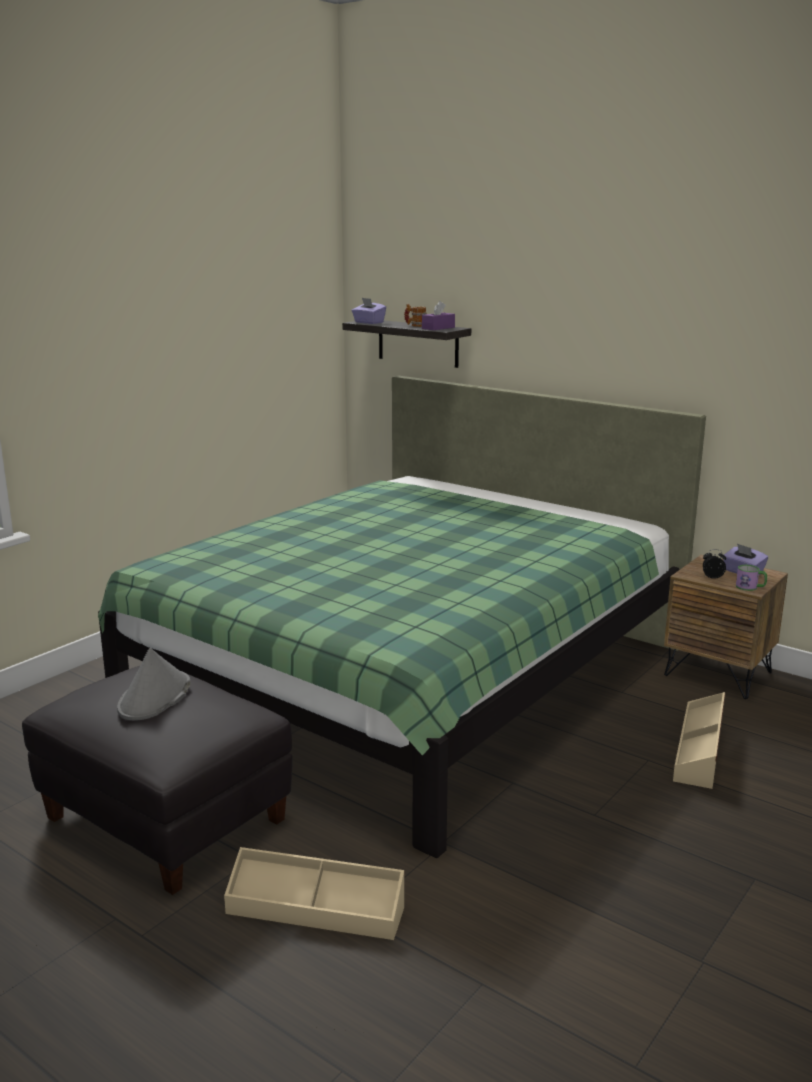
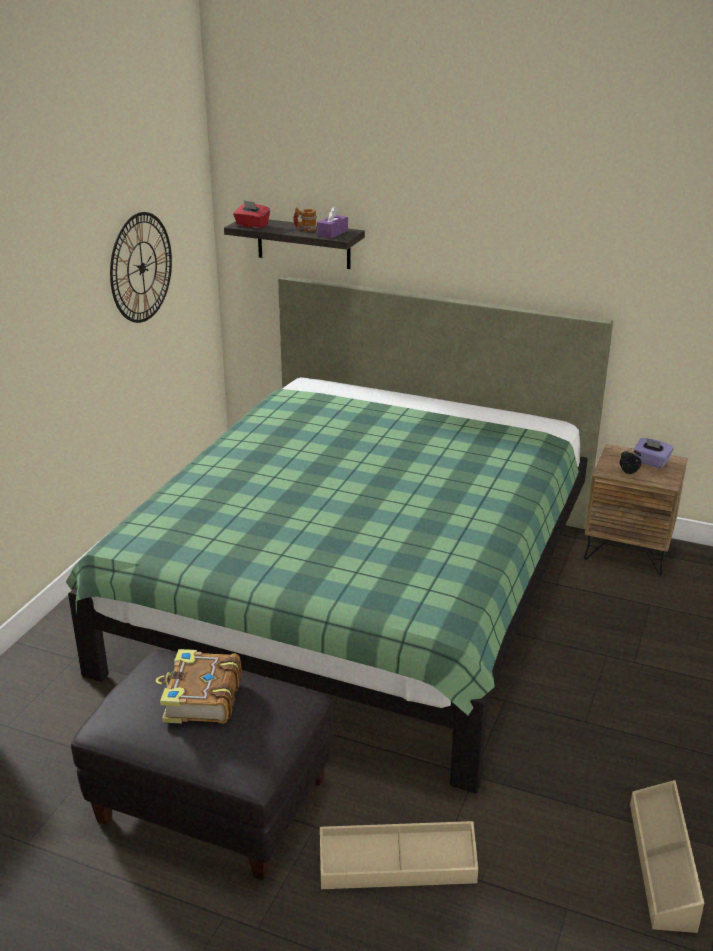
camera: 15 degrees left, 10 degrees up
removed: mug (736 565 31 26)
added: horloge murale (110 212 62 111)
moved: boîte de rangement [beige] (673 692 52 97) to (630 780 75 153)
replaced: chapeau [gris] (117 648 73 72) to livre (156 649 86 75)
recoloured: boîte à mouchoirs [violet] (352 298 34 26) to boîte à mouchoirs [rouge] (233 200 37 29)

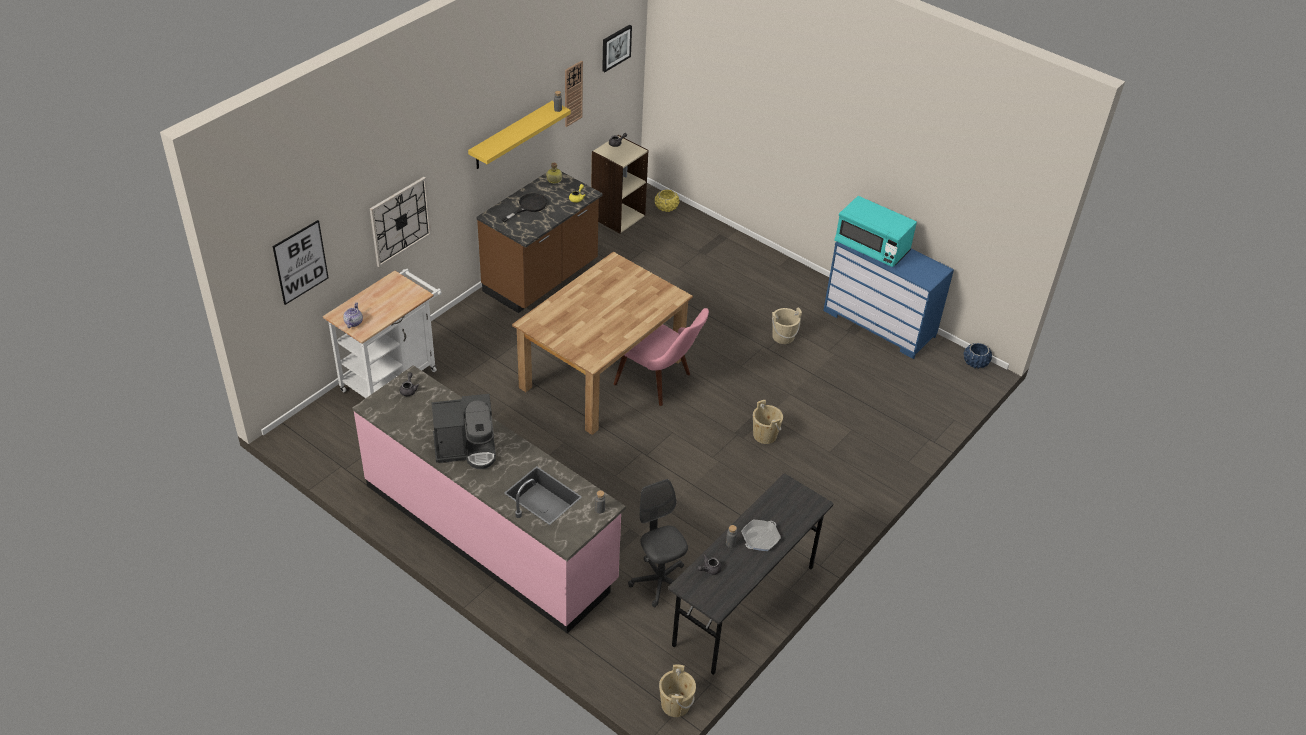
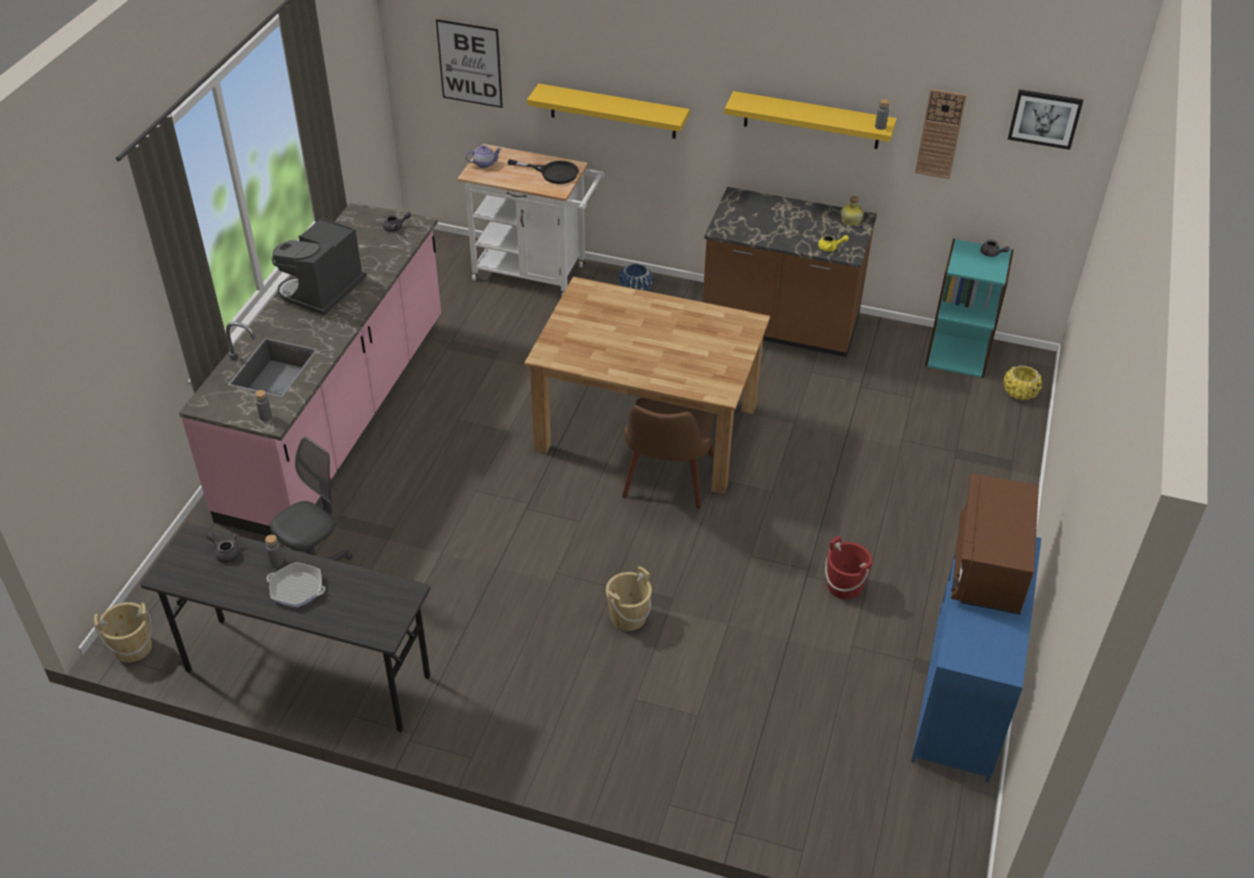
camera: 70 degrees right, 0 degrees up
moved: poêle [noir] (501 193 46 29) to (507 159 72 25); cache-pot [bleu] (964 343 28 25) to (619 263 34 28)
replaced: horloge murale (370 177 61 90) to étagère [jaune] (527 83 163 56)
recoloured: bibliothèque [beige] (591 135 57 98) to bibliothèque [turquoise] (925 239 89 139); chaise [rose] (614 308 95 98) to chaise [marron] (622 398 92 111); seau [beige] (772 307 30 37) to seau [rouge] (825 536 48 64); micro-ondes [turquoise] (834 196 83 71) to micro-ondes [marron] (951 473 88 141)
turned: machine à café (431 394 65 75) = (272 218 95 98) 60 degrees clockwise

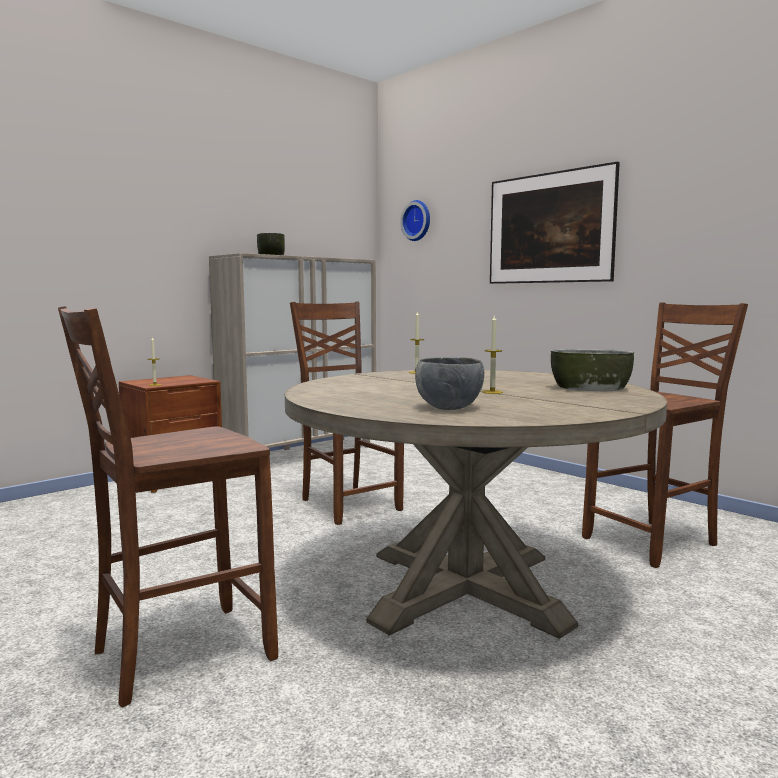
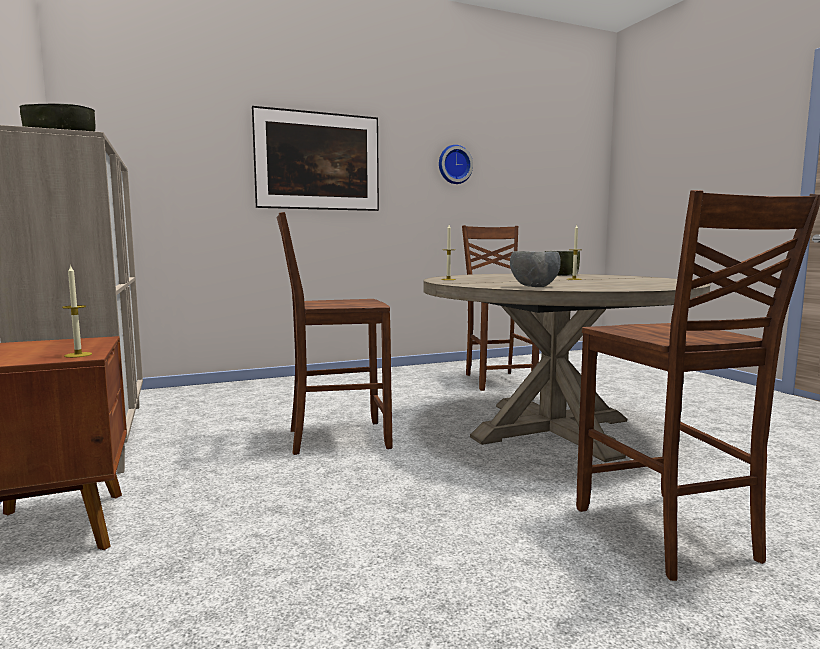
camera: 70 degrees left, 0 degrees up
moved: horloge murale (400 200 30 41) to (439 145 34 39); bol [gris] (415 357 69 53) to (510 251 51 36)

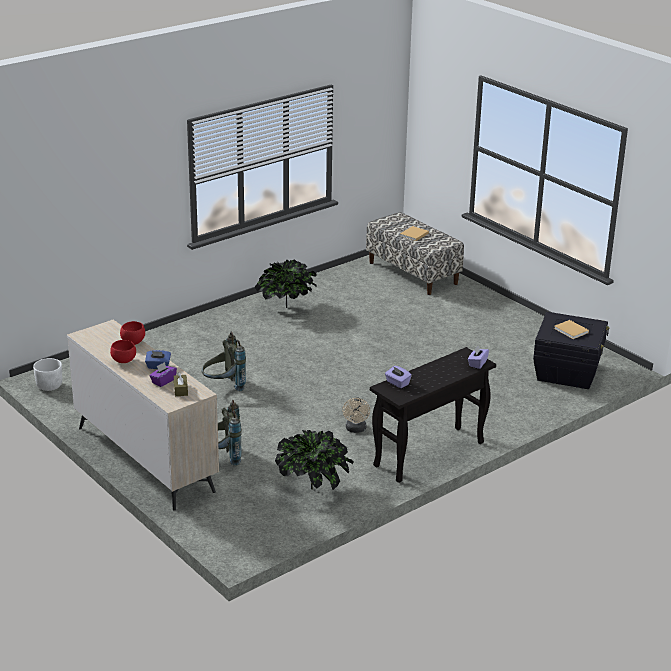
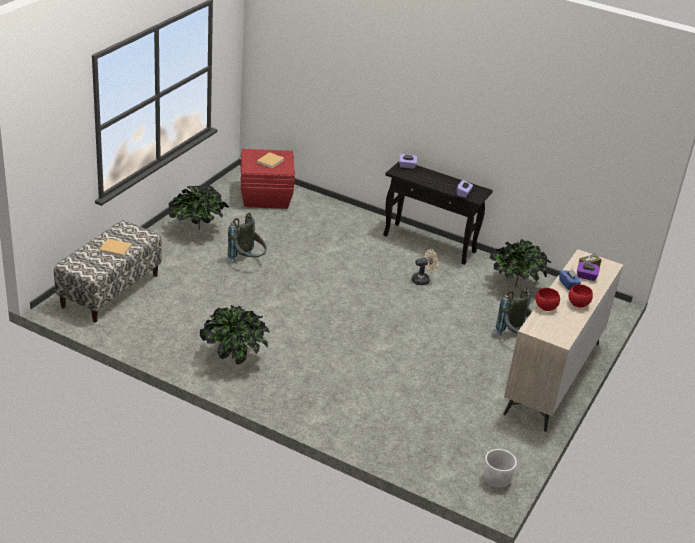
camera: 115 degrees left, 5 degrees up
added: plante en pot (168 185 61 45)
moved: sac à dos [gris] (202 332 44 59) to (226 213 41 49)
recoloured: boîte de rangement [noir] (533 312 77 77) to boîte de rangement [rouge] (240 149 55 60)

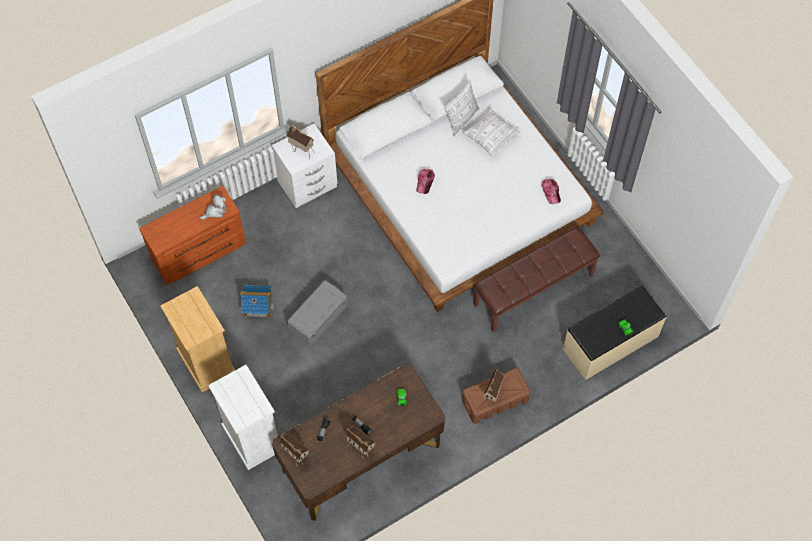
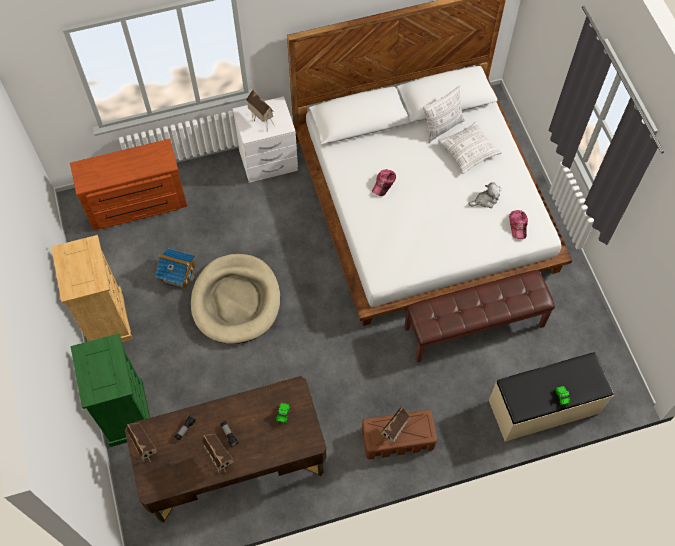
camera: 15 degrees right, 0 degrees up
moved: peluche (200 194 27 26) to (469 183 33 25)
replaced: boîte de rangement [gris] (287 280 61 66) to panier pour chien [beige] (191 254 89 90)
recoloured: commode [blanc] (208 365 70 105) to commode [vert] (70 333 80 114)

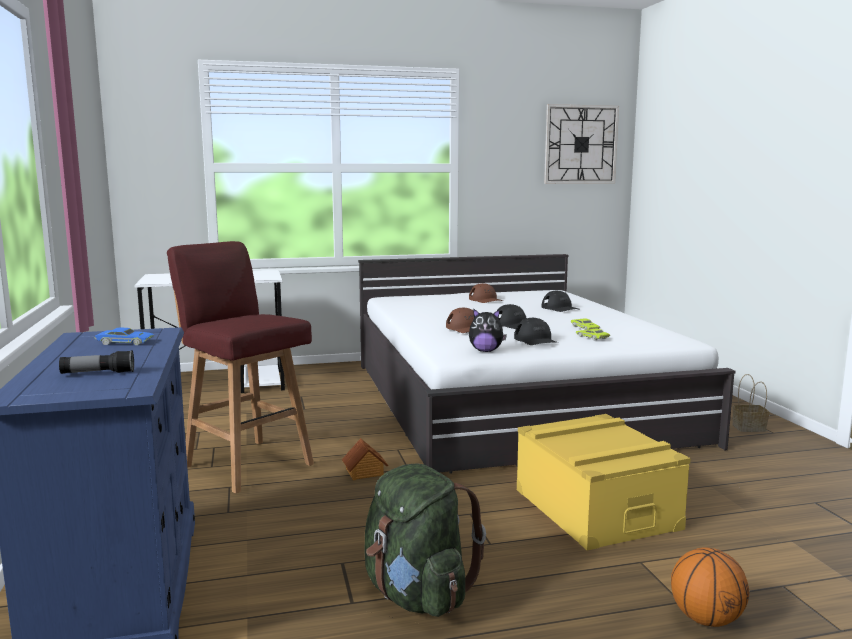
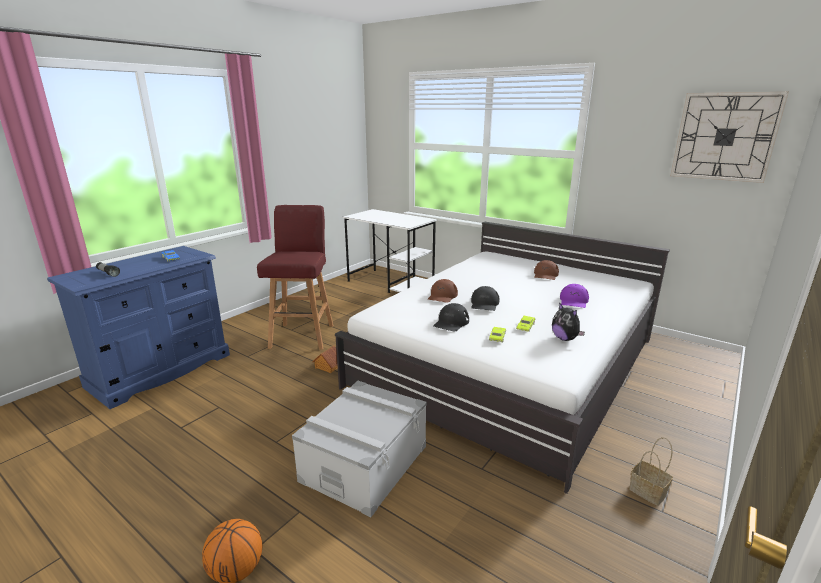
camera: 50 degrees right, 10 degrees up
removed: sac à dos [vert] (365 463 121 154)
moved: peluche (469 308 38 44) to (552 302 33 39)
recoloured: boîte de rangement [jaune] (517 414 174 136) to boîte de rangement [gris] (292 381 135 136); casquette [noir] (542 290 38 22) to casquette [violet] (560 284 29 24)

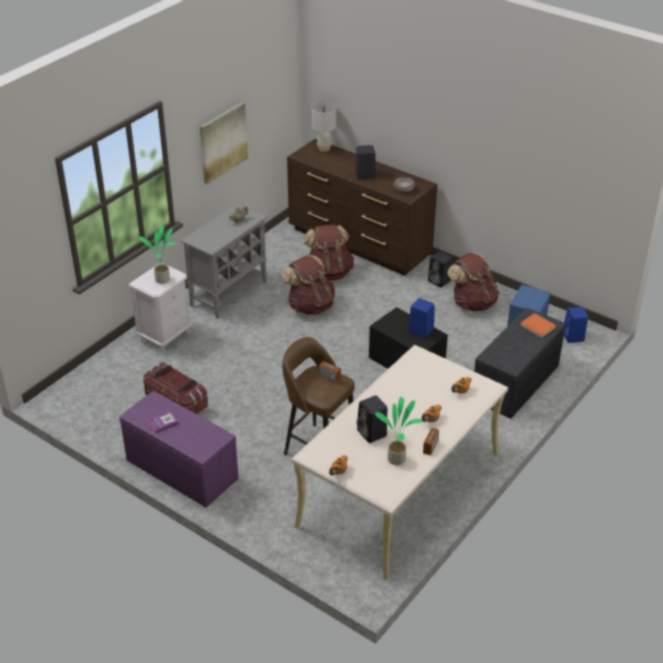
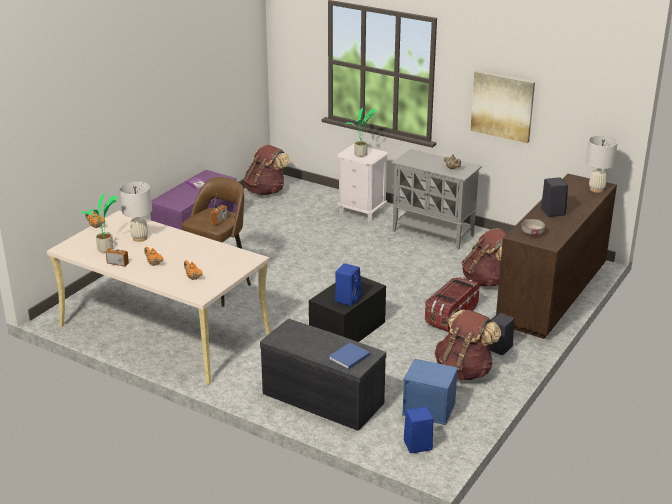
camera: 85 degrees right, 10 degrees down
moved: boîte de rangement (143 362 65 52) to (425 277 55 55); sac à dos [marron] (281 255 54 60) to (244 145 46 50)
replaced: enceinte [noir] (357 395 31 48) to lampe de table [blanc] (120 181 32 61)
recoloured: livre [orange] (521 313 35 25) to livre [bleu] (329 343 41 26)

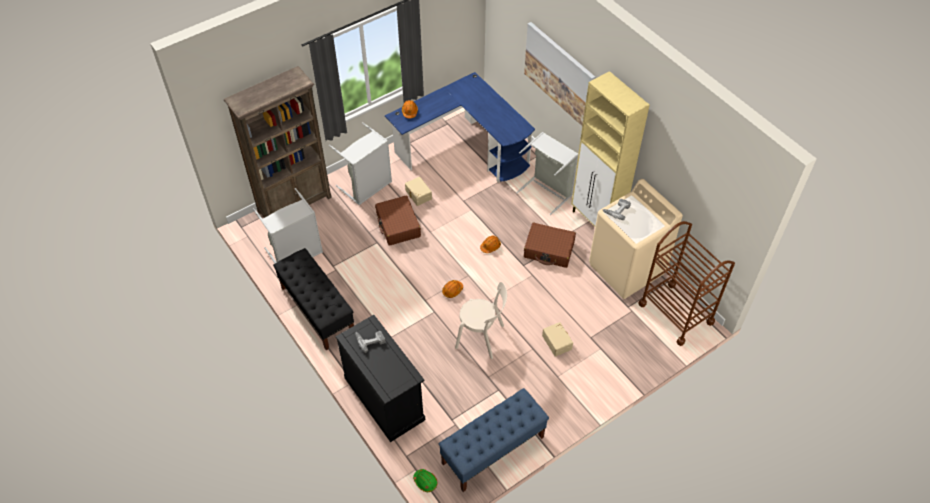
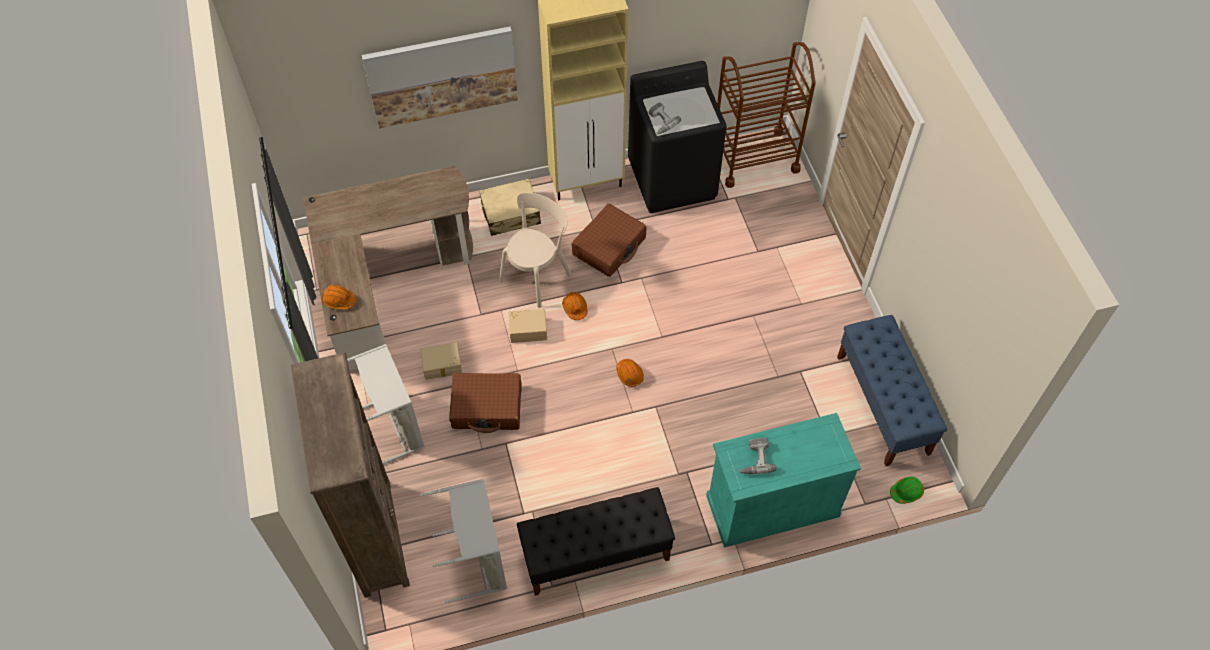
camera: 70 degrees left, 5 degrees up
moved: chaise [beige] (455 282 52 77) to (499 193 73 115); boîte de rangement [beige] (542 322 31 35) to (508 309 39 34)
replaced: panier à linge [gris] (516 132 62 83) to valise [beige] (479 178 62 58)
recoloured: meuble de rangement [noir] (336 315 89 127) to meuble de rangement [turquoise] (706 413 155 135); bureau [bleu] (385 72 150 111) to bureau [marron] (303 166 170 205); lave-linge [beige] (589 179 94 120) to lave-linge [noir] (628 61 99 152)

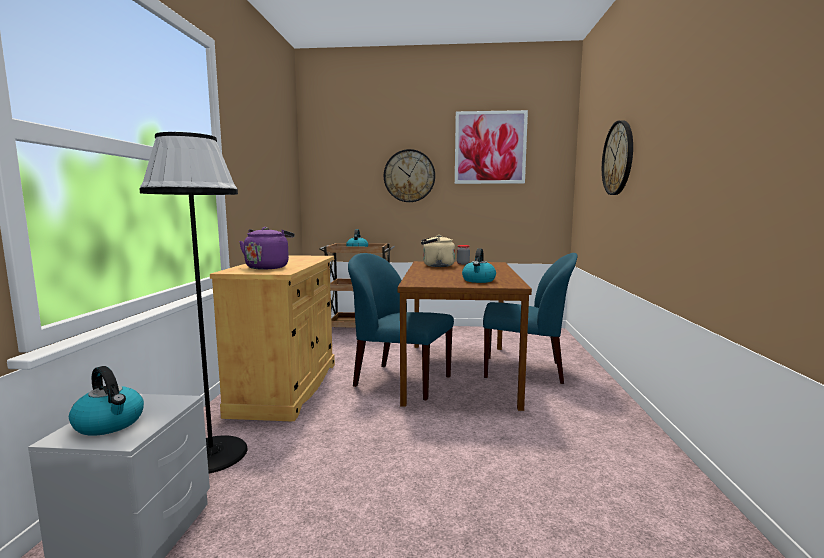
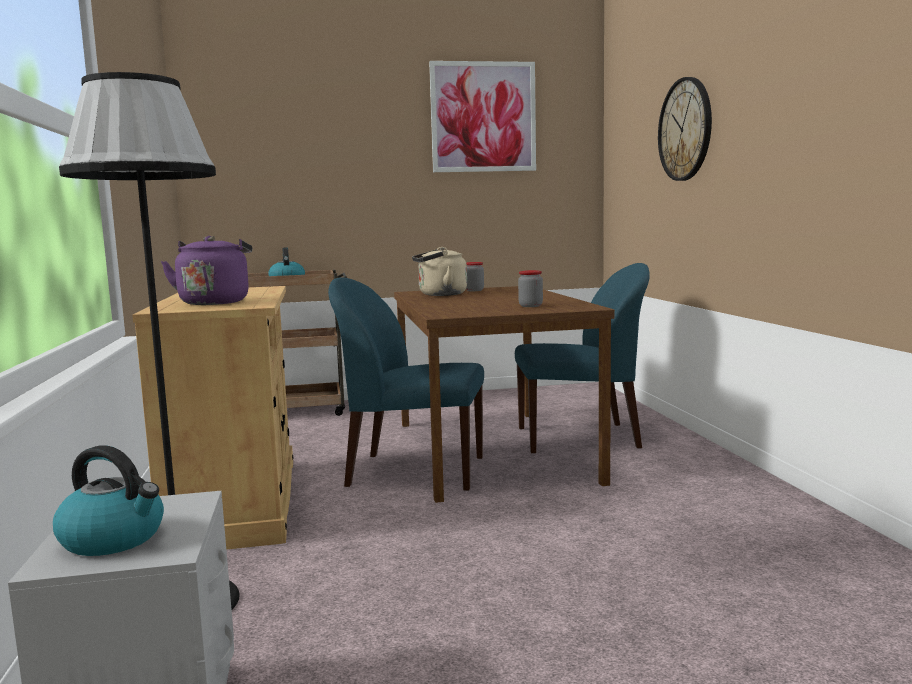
camera: 15 degrees left, 0 degrees up
removed: horloge murale (384 149 51 53)
replaced: bouilloire (462 249 34 34) to bocal (518 270 25 37)

